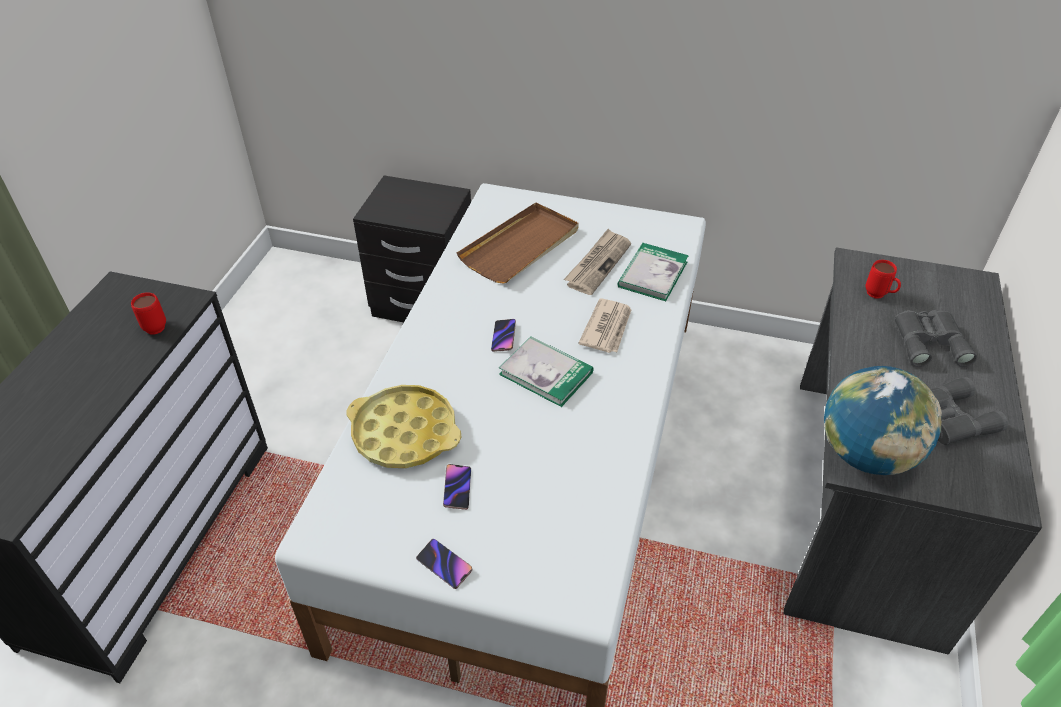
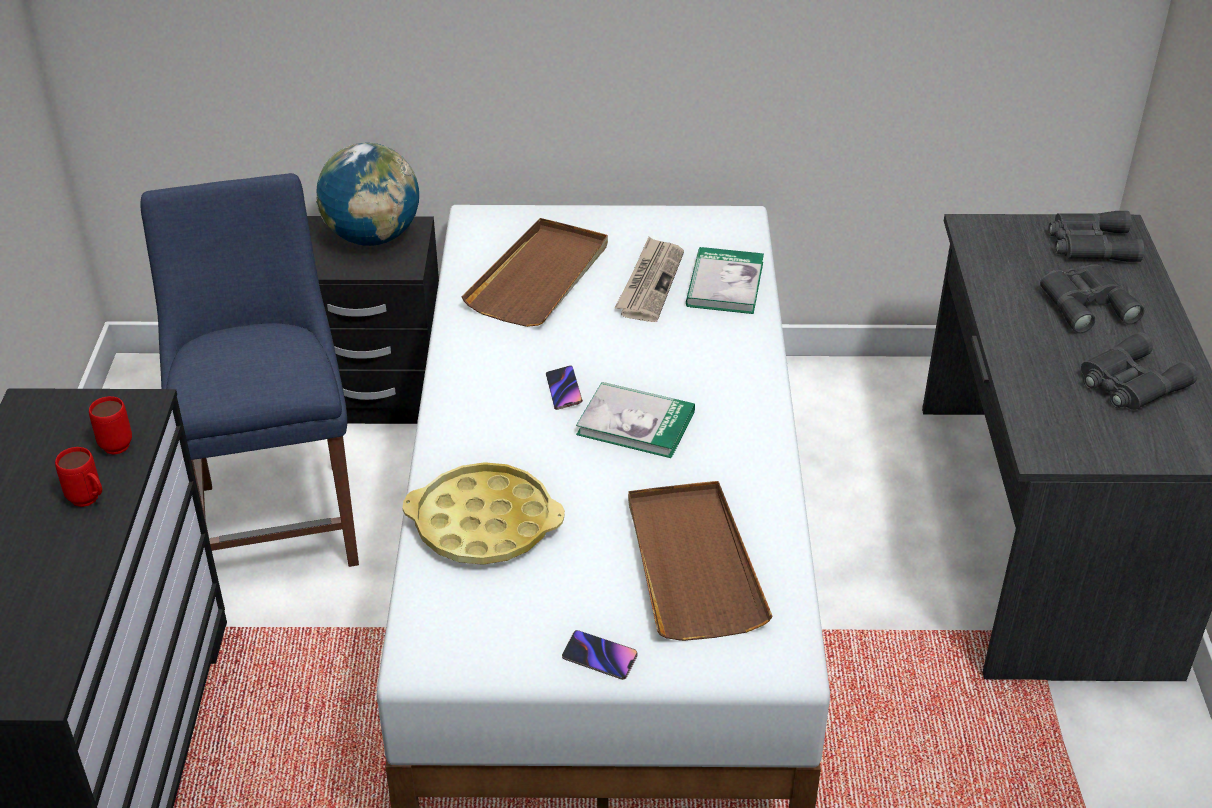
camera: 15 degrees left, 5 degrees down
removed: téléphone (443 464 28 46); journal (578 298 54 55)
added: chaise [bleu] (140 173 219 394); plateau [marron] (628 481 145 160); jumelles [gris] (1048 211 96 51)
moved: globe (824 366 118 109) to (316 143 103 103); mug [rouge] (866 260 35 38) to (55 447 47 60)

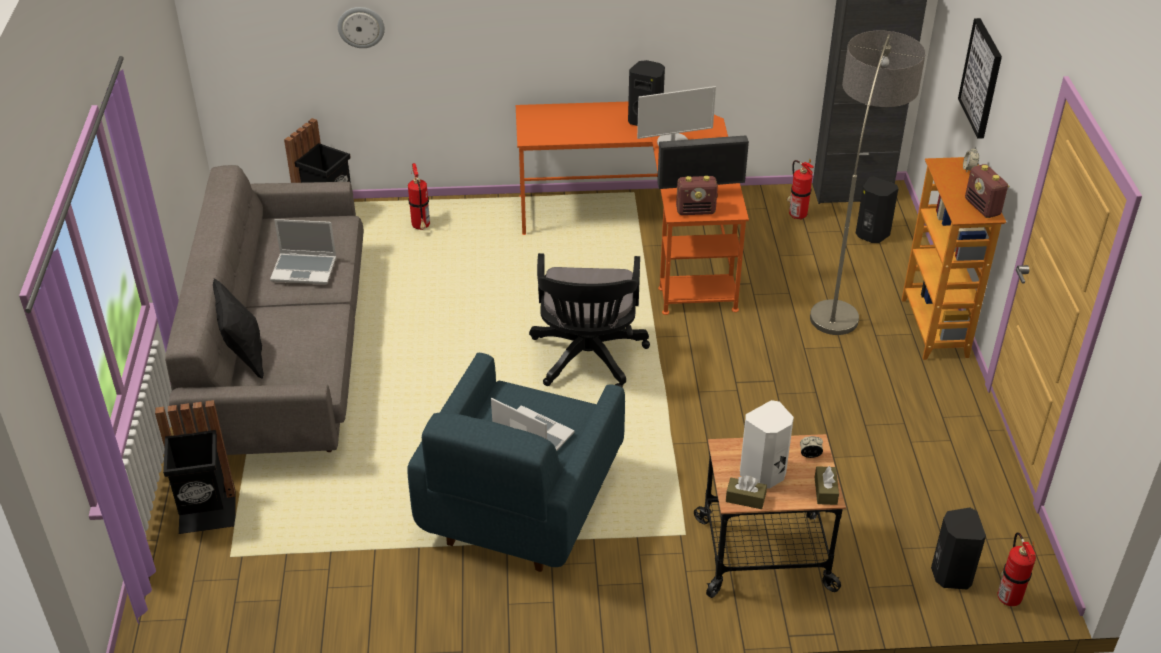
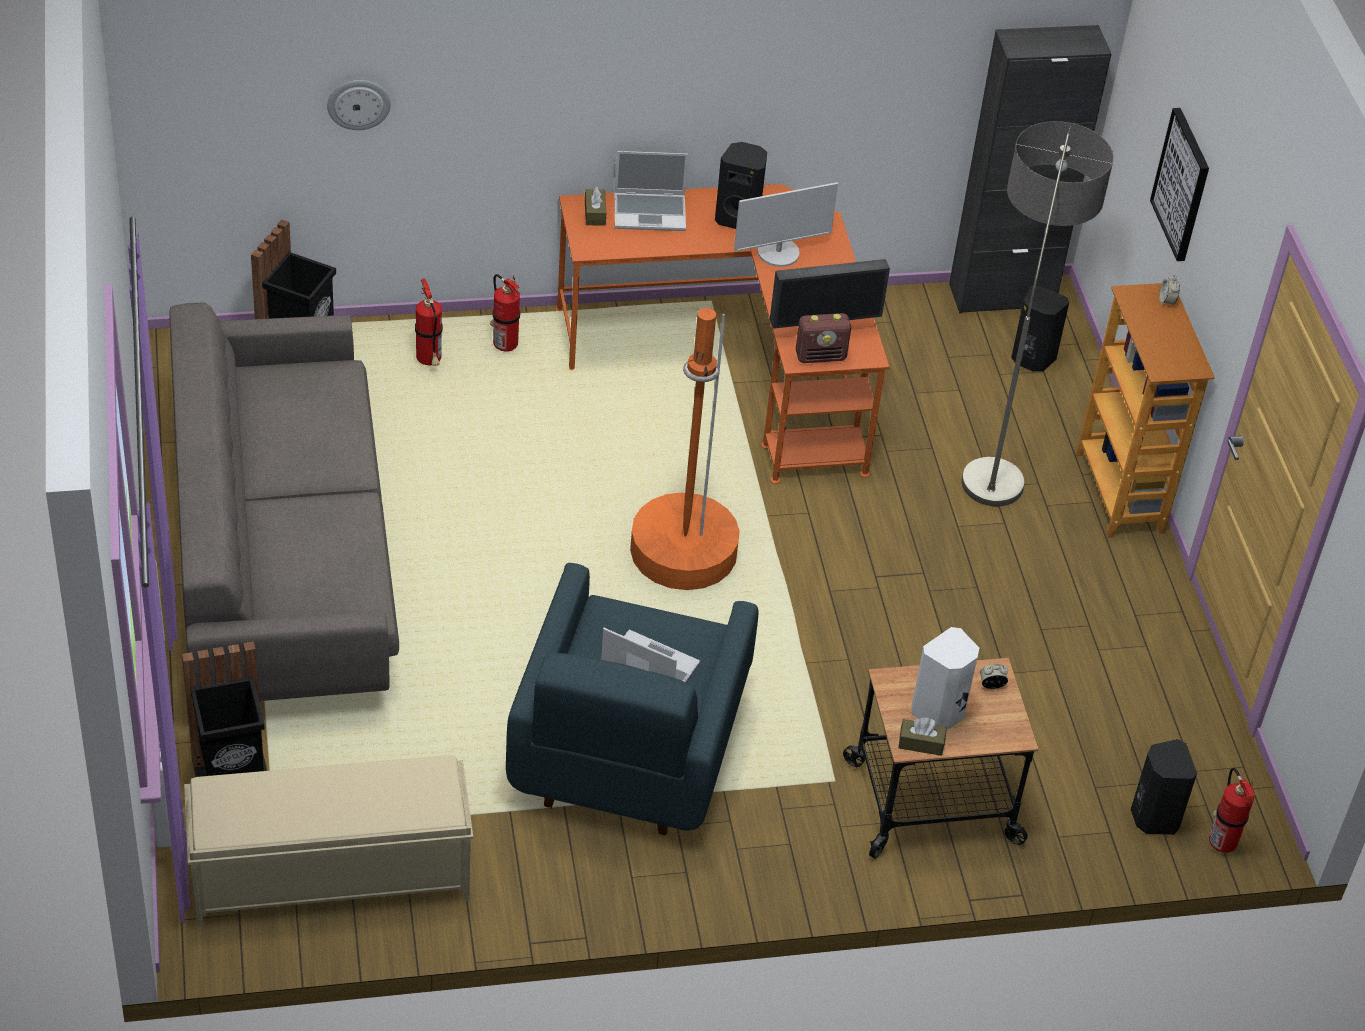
camera: 10 degrees left, 5 degrees up
removed: coussin [noir] (213 278 51 101); radio (965 164 44 54)
added: banc [beige] (184 755 289 172)
moved: ordinateur portable (270 219 66 65) to (614 151 74 80); extincteur (787 159 27 61) to (490 274 30 77); boîte à mouchoirs [marron] (815 466 24 39) to (585 187 21 39)
replaced: chaise de bureau [noir] (529 253 121 135) to lampadaire [orange] (630 308 110 282)

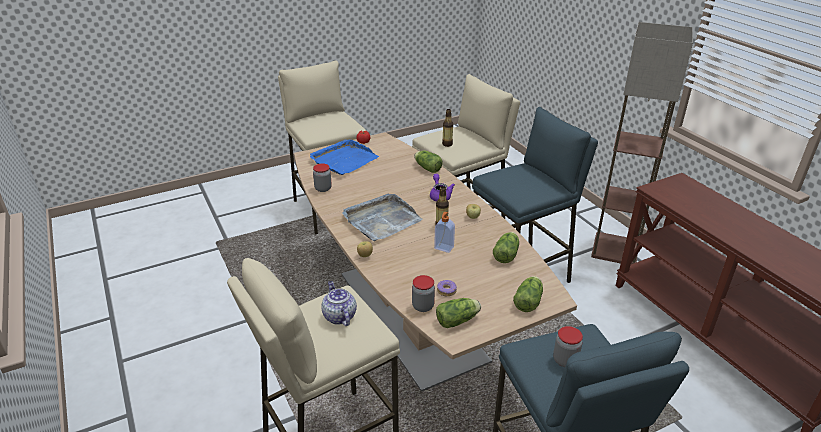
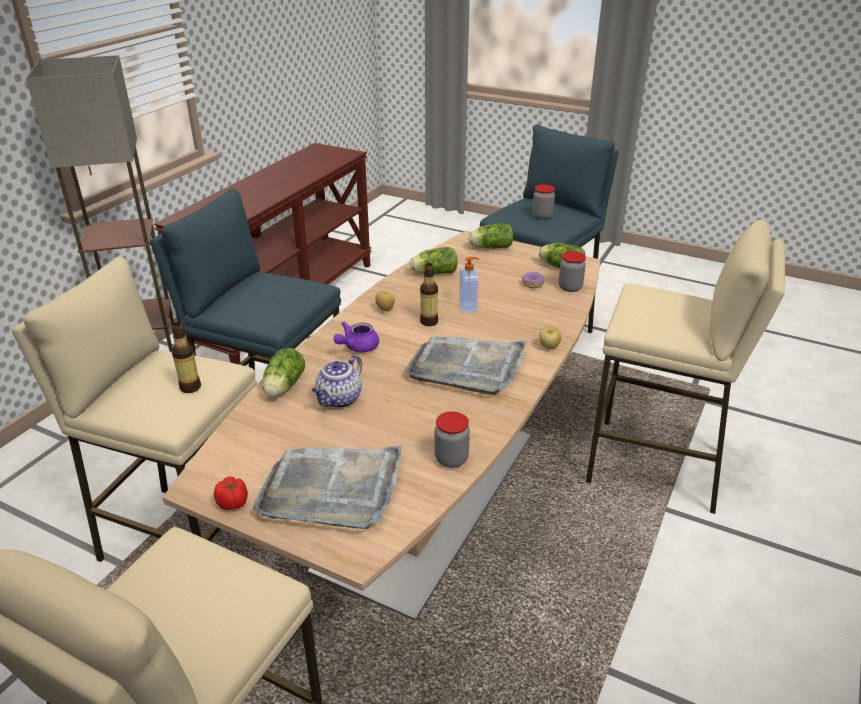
camera: 125 degrees left, 0 degrees up
moved: théière (321 281 36 45) to (312 355 50 53)
recoloured: plateau [bleu] (310 139 69 36) to plateau [gris] (253 445 149 84)

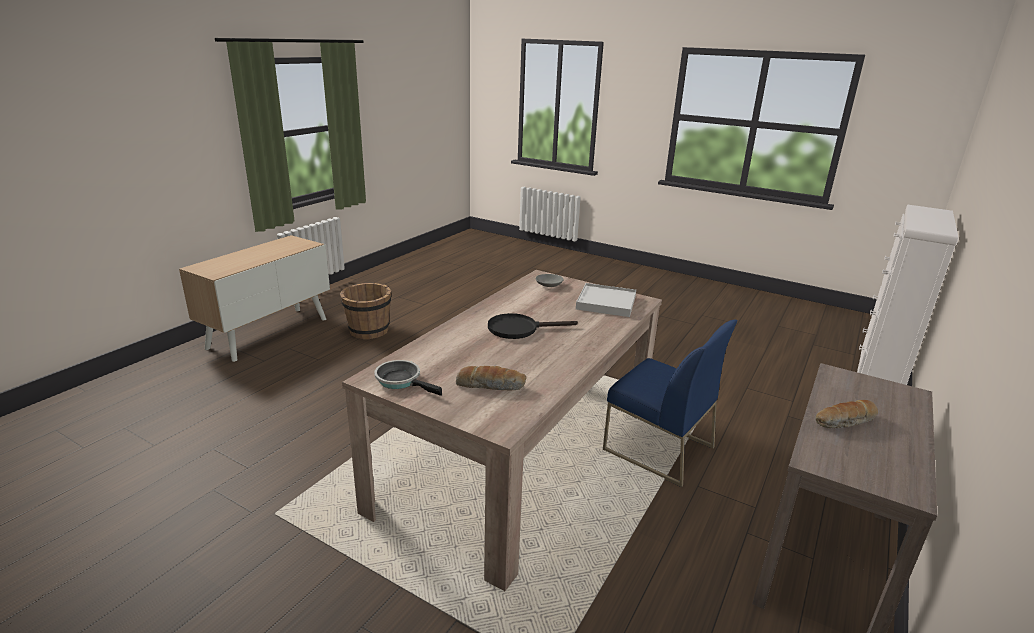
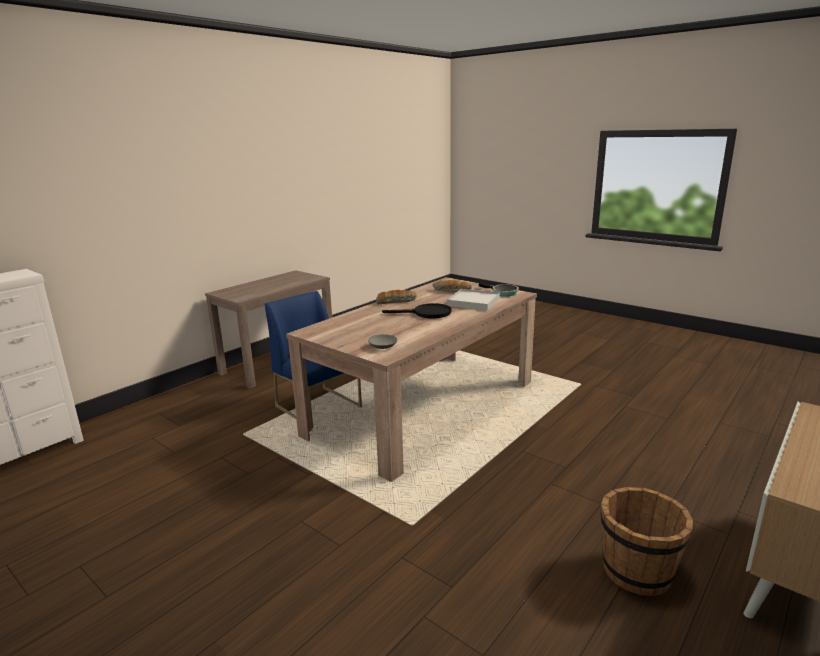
camera: 170 degrees left, 5 degrees down
moved: plateau [blanc] (576 283 60 34) to (447 289 53 21); pain (815 400 63 28) to (376 290 41 14)

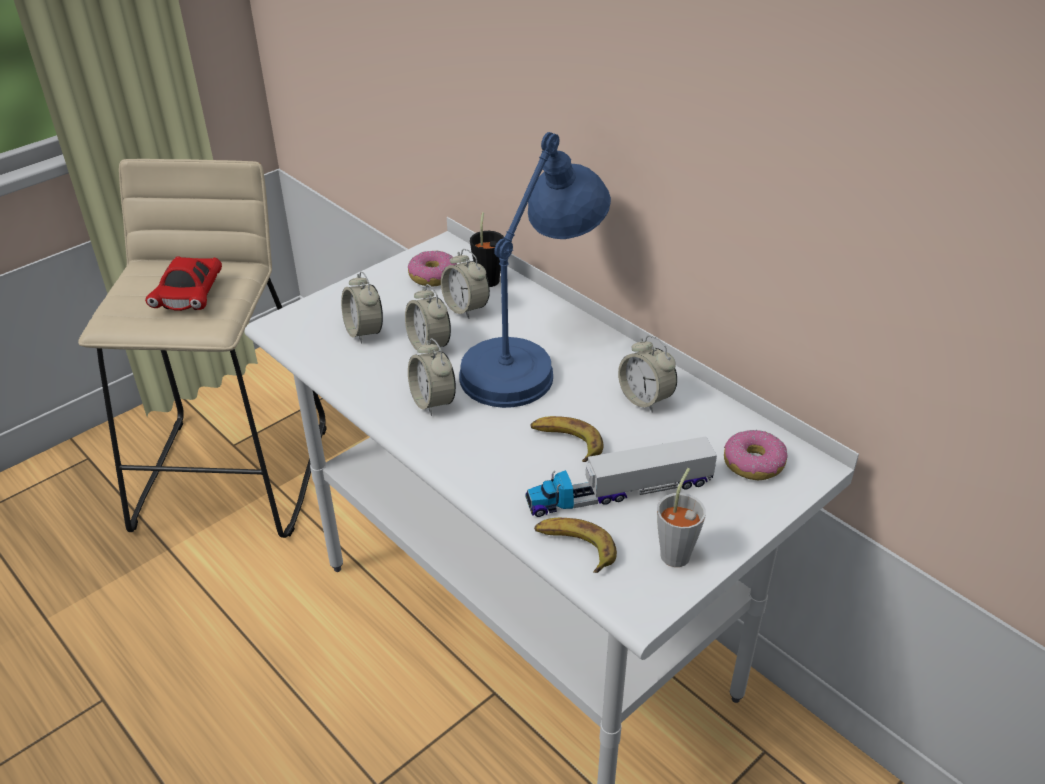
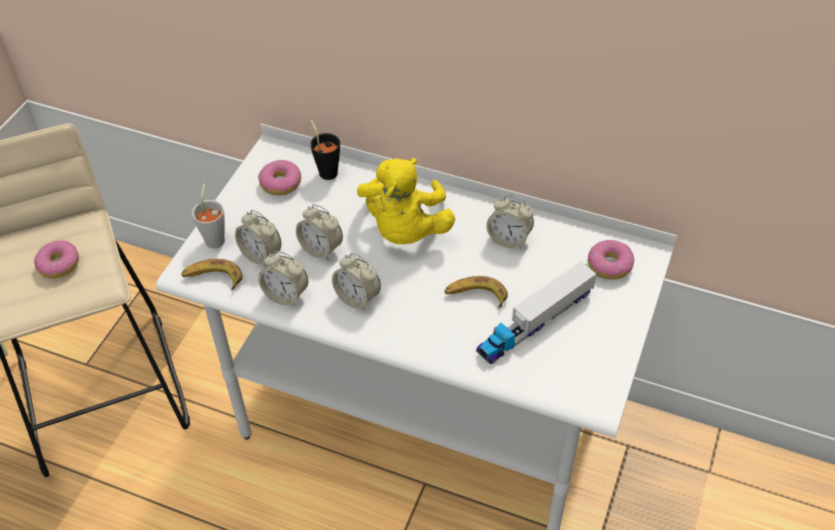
camera: 25 degrees left, 10 degrees up
moved: réveil (441 249 49 70) to (258 251 50 56); banane (534 518 83 55) to (181 259 62 31); tasse [gris] (657 468 49 99) to (192 183 33 65)
replaced: petite voiture [rouge] (145 256 77 55) to beignet (34 240 45 38); lampe de table [bleu] (459 132 152 276) to peluche [jaune] (357 158 98 86)

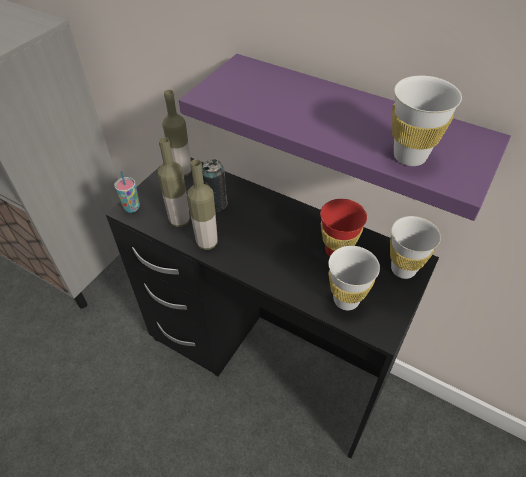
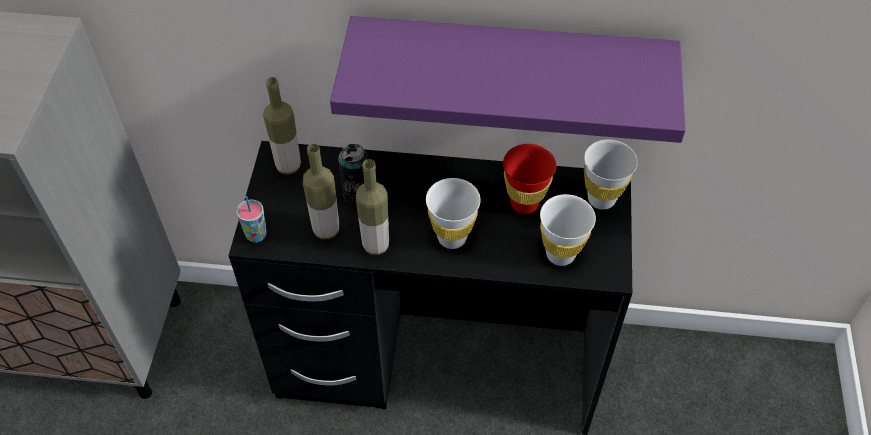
camera: 25 degrees left, 5 degrees up
moved: tasse [blanc] (392 76 70 90) to (426 178 55 71)

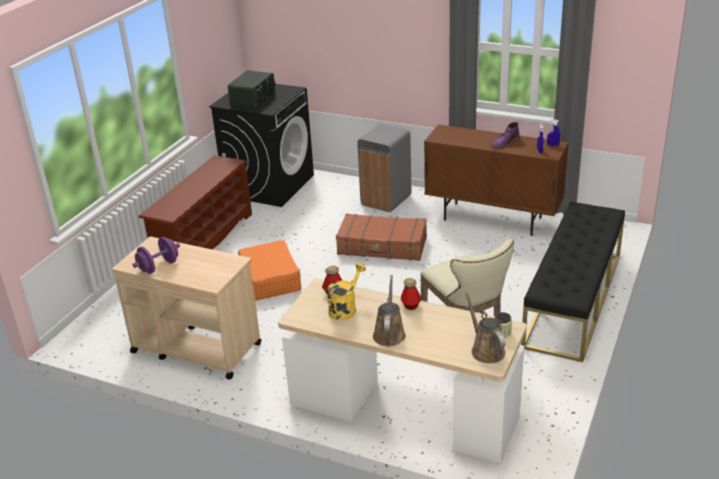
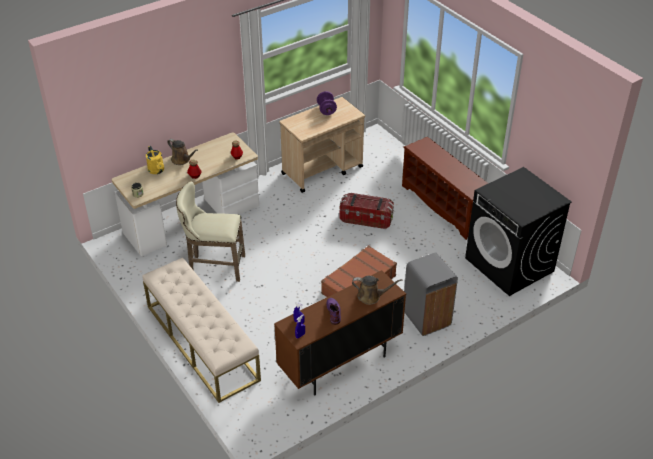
camera: 120 degrees right, 10 degrees up
removed: radio (228 70 48 40)
moved: arrosoir [jaune] (328 263 38 57) to (146 146 18 28); arrosoir [marron] (465 292 40 71) to (352 276 50 29)
replaced: valise [orange] (238 240 63 61) to boîte de rangement (339 193 55 36)
recoloured: banc [noir] (521 202 104 160) to banc [beige] (142 258 119 145)

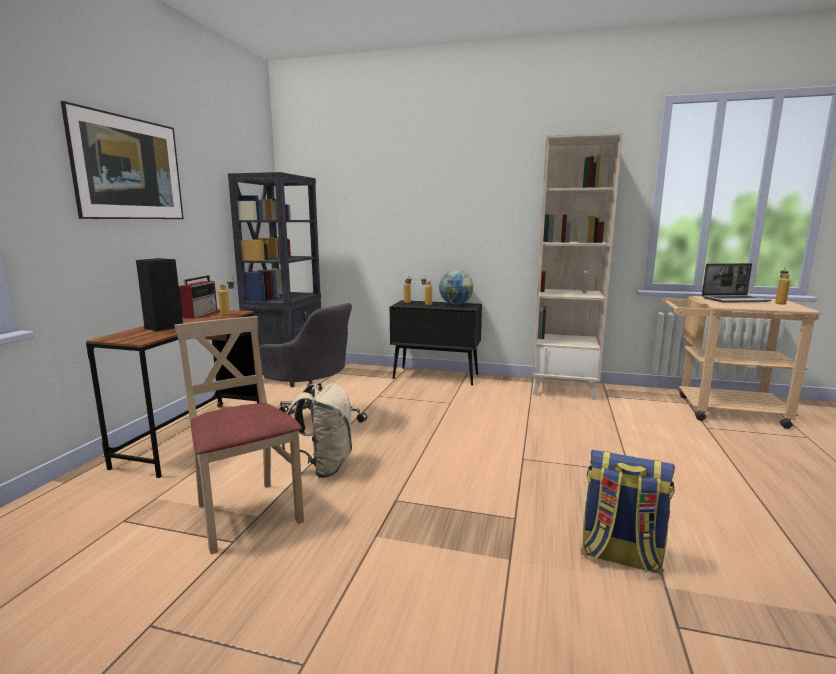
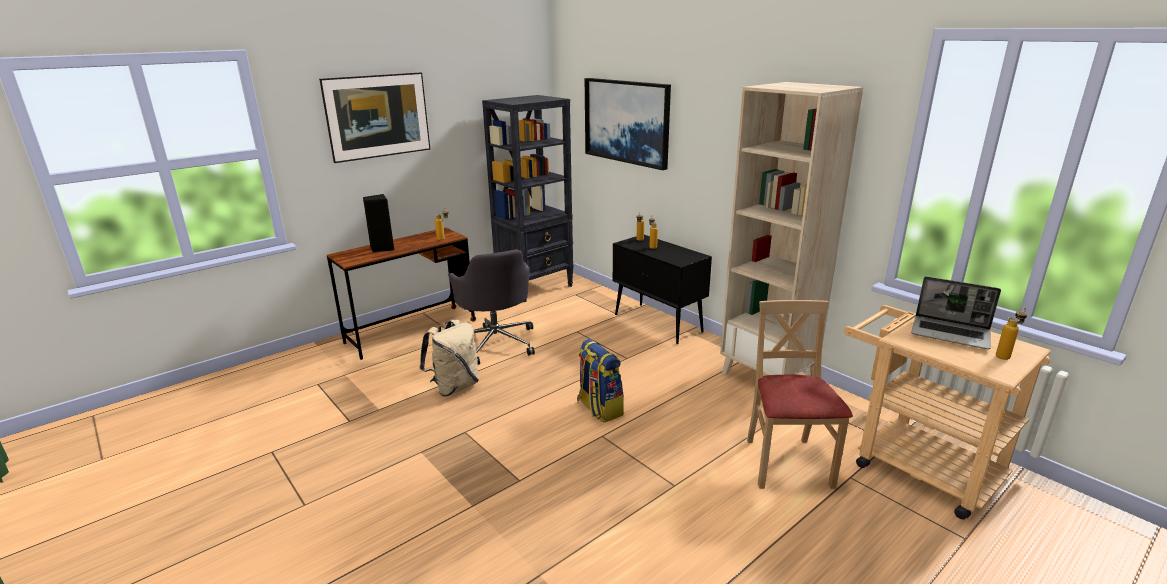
camera: 35 degrees right, 10 degrees up
removed: radio (179 275 38 43); globe (439 270 34 34)
added: tableau (585 78 86 92)
moved: chaise [beige] (175 316 129 238) to (747 300 106 189); sac à dos (580 450 95 125) to (577 339 47 84)

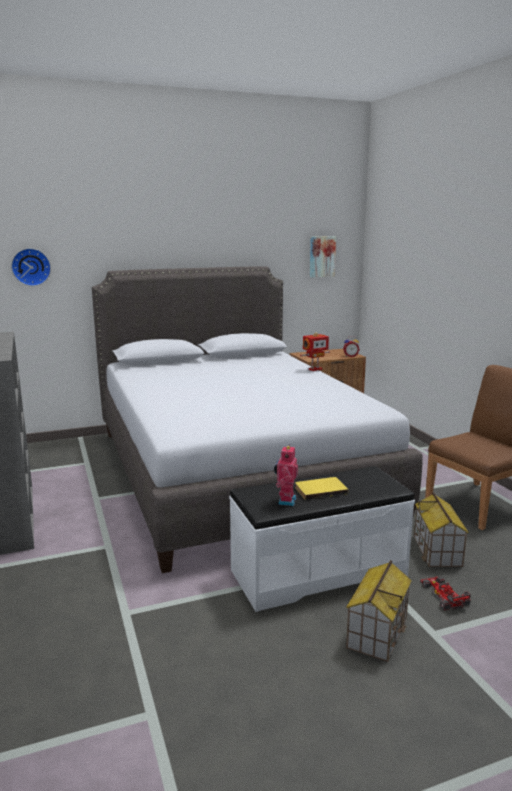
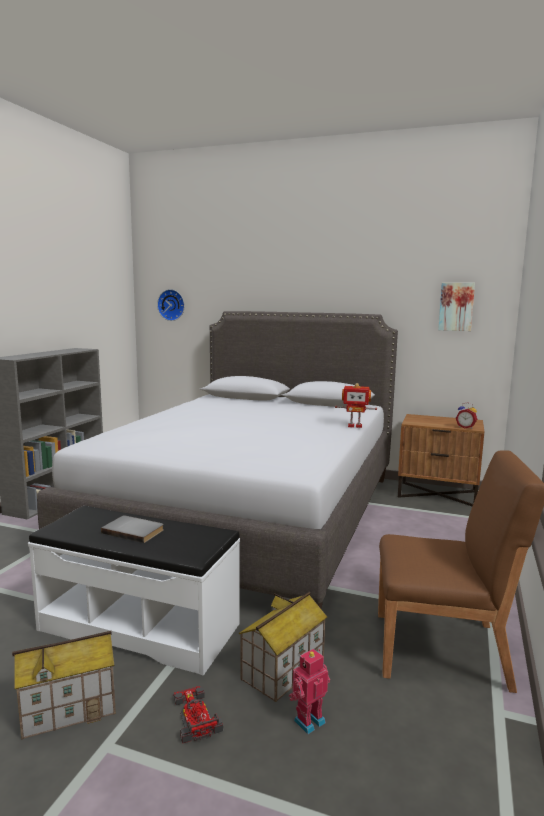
camera: 40 degrees right, 5 degrees down
moved: robot jouet (274 444 24 62) to (289 649 41 85)
recoloured: livre [jaune] (295 477 54 23) to livre [gris] (101 515 63 28)
turned: petite voiture (420 577 51 33) = (173 686 50 57) 45 degrees counterclockwise

